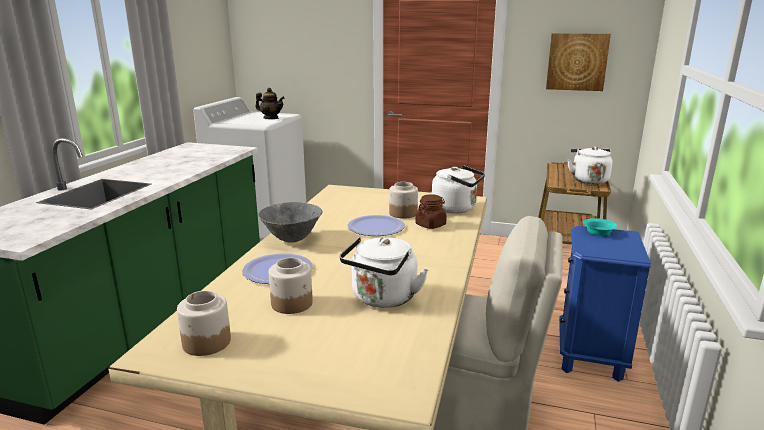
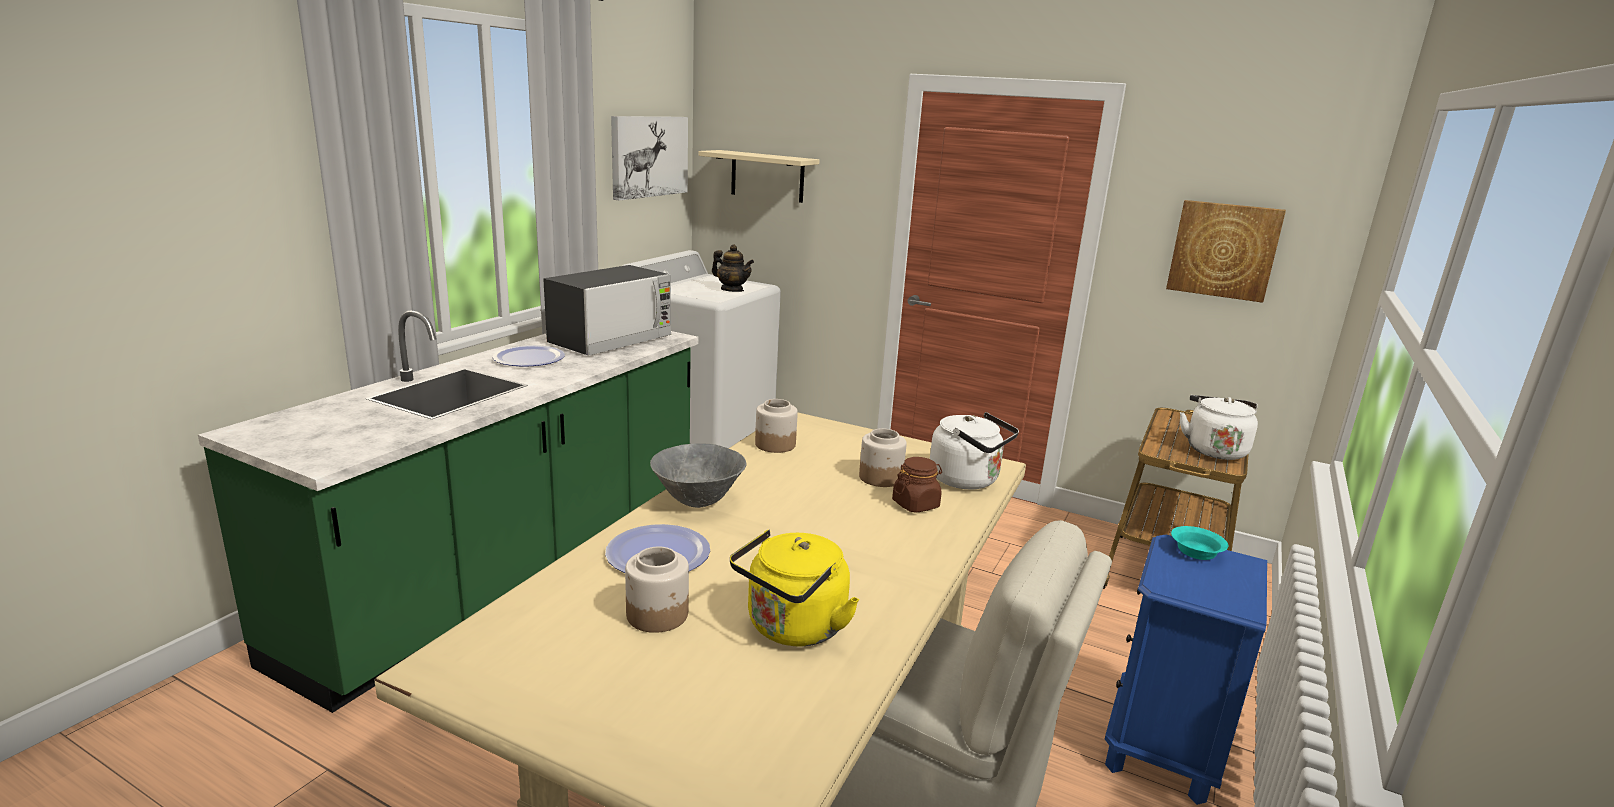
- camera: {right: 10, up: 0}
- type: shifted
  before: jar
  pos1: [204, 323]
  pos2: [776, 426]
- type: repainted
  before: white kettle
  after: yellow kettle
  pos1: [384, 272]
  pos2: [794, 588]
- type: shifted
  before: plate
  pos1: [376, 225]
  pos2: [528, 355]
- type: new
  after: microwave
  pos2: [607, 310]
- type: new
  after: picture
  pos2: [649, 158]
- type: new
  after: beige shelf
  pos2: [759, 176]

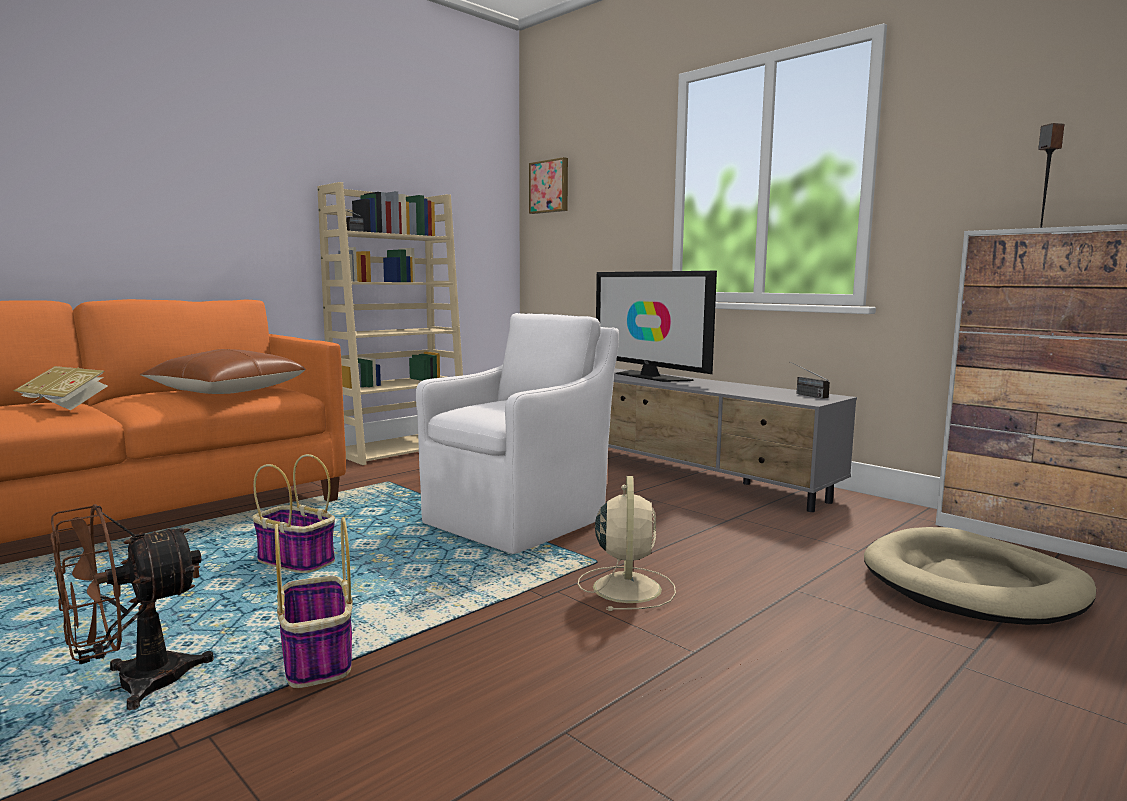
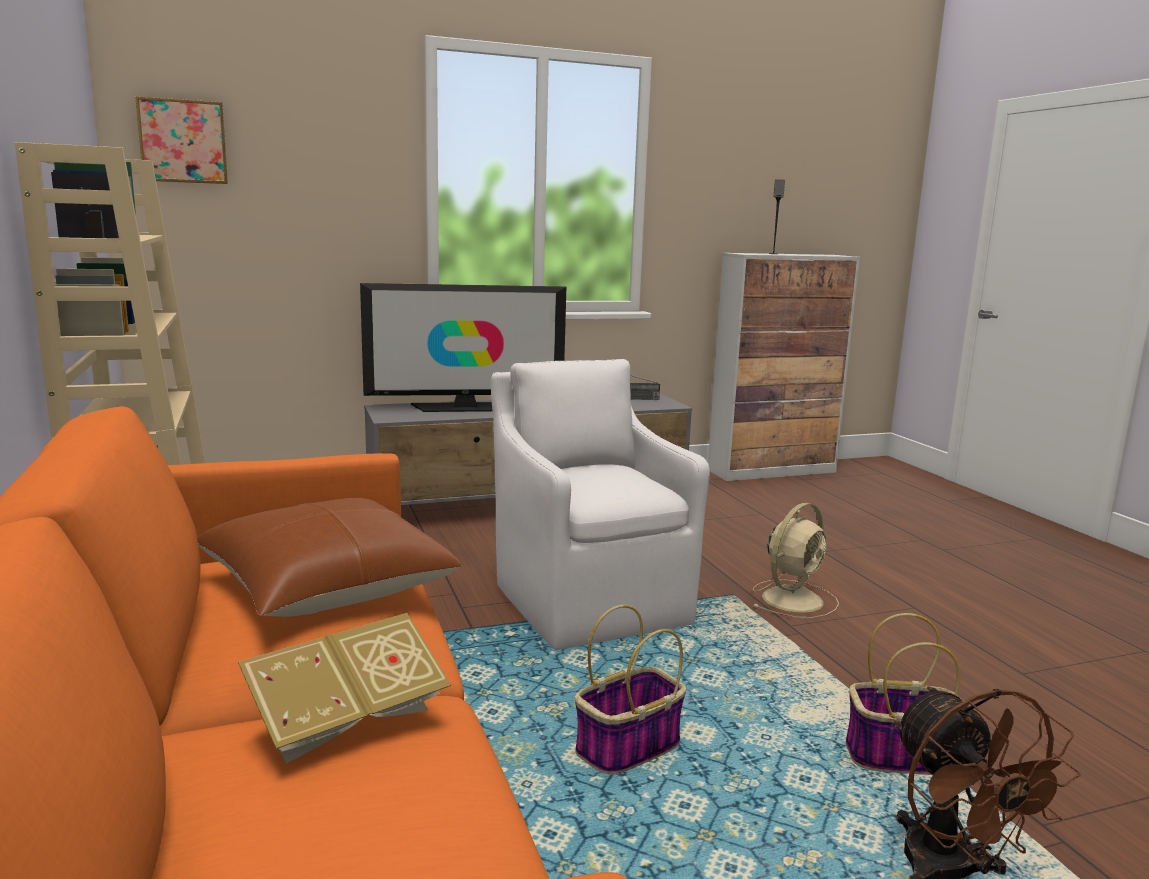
- camera: {right: -65, up: 5}
- type: rotated
  before: beige fan
  pos1: [627, 543]
  pos2: [795, 560]
  turn: 105
- type: gone
  before: beige dog bed
  pos1: [980, 576]

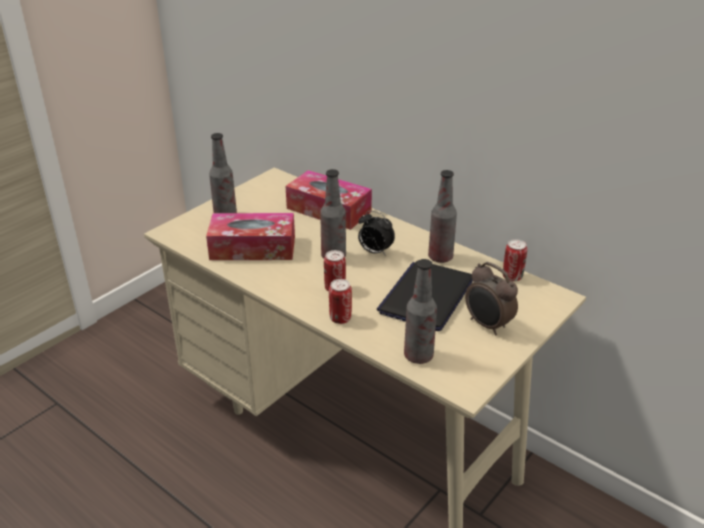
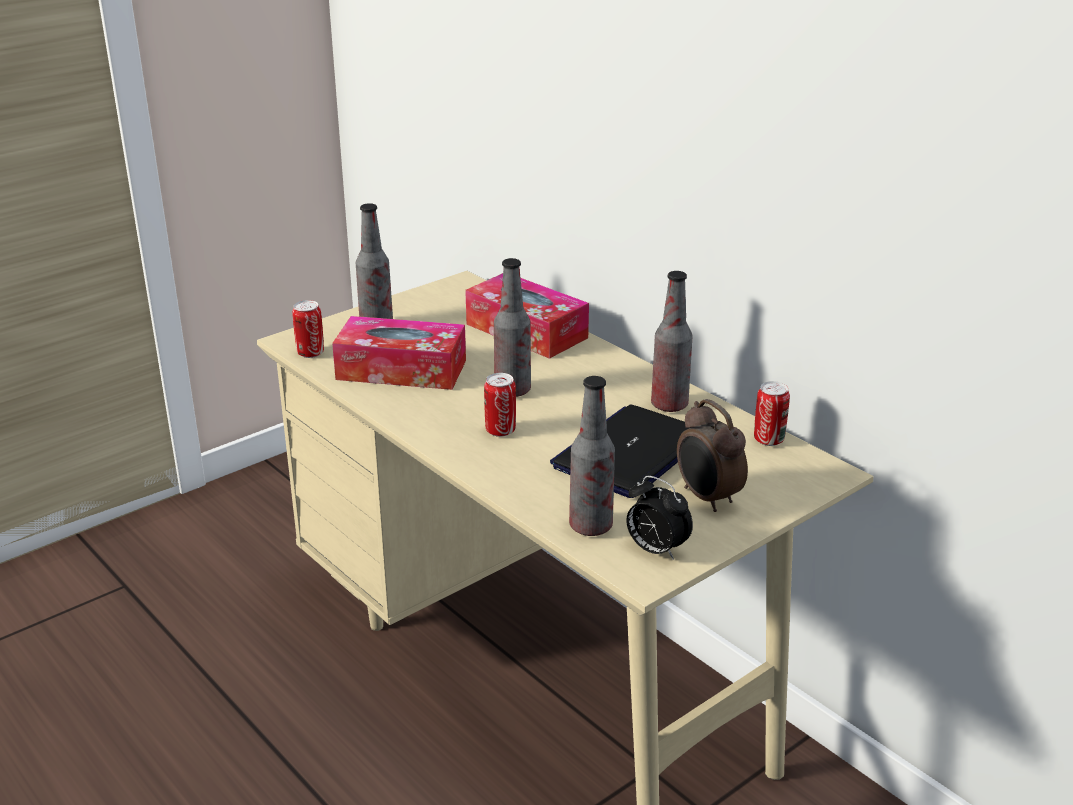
- camera: {right: 10, up: -5}
- type: shifted
  before: can
  pos1: [340, 301]
  pos2: [308, 329]
- type: shifted
  before: alarm clock
  pos1: [376, 233]
  pos2: [660, 518]

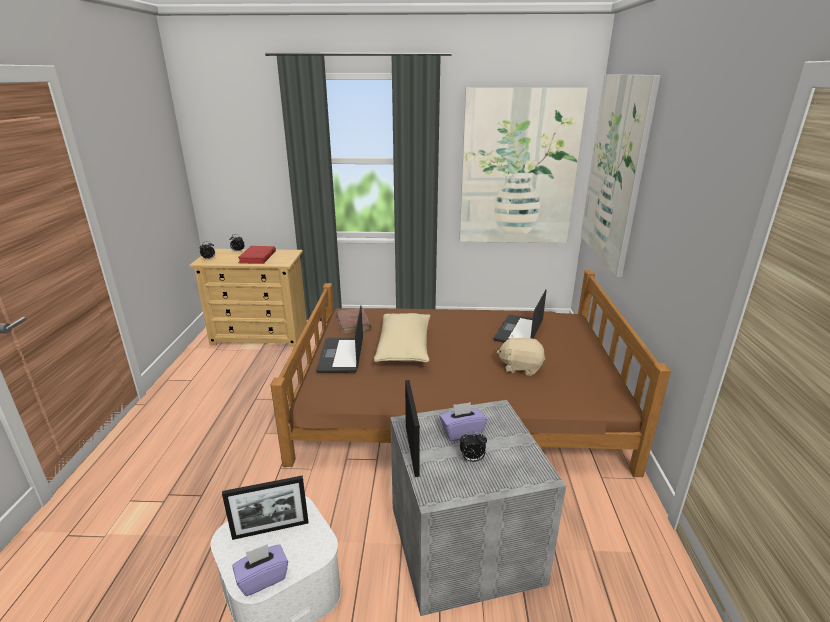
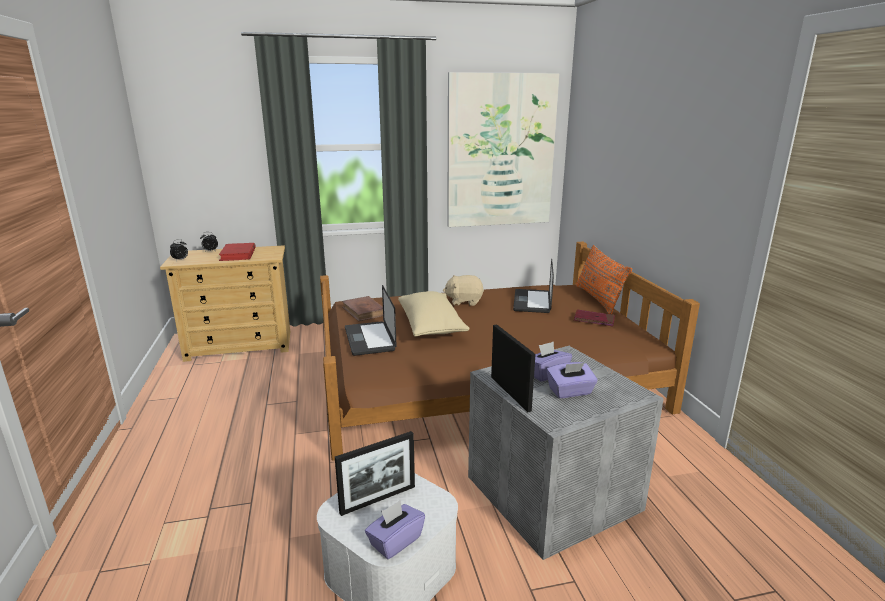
- camera: {right: -15, up: -5}
- type: swapped
  before: alarm clock
  after: purple tissue box
  pos1: [473, 447]
  pos2: [572, 380]
- type: shifted
  before: beige plush toy
  pos1: [521, 355]
  pos2: [463, 290]
- type: gone
  before: picture
  pos1: [621, 176]
- type: new
  after: red book
  pos2: [594, 318]
- type: new
  after: orange pillow
  pos2: [603, 279]

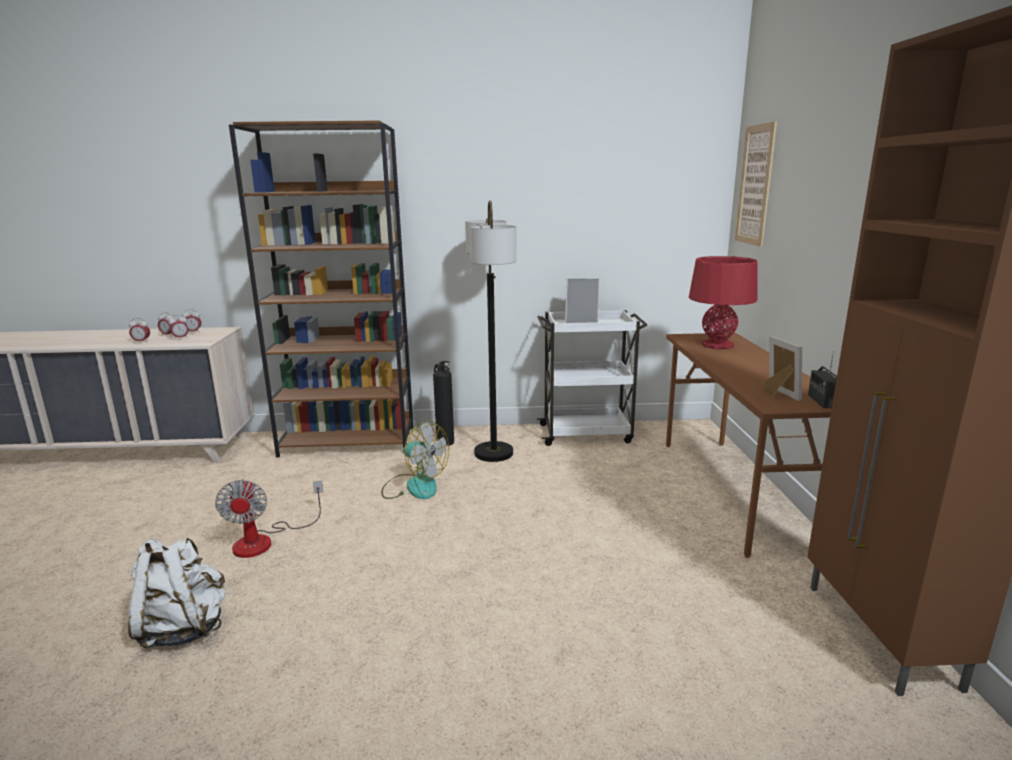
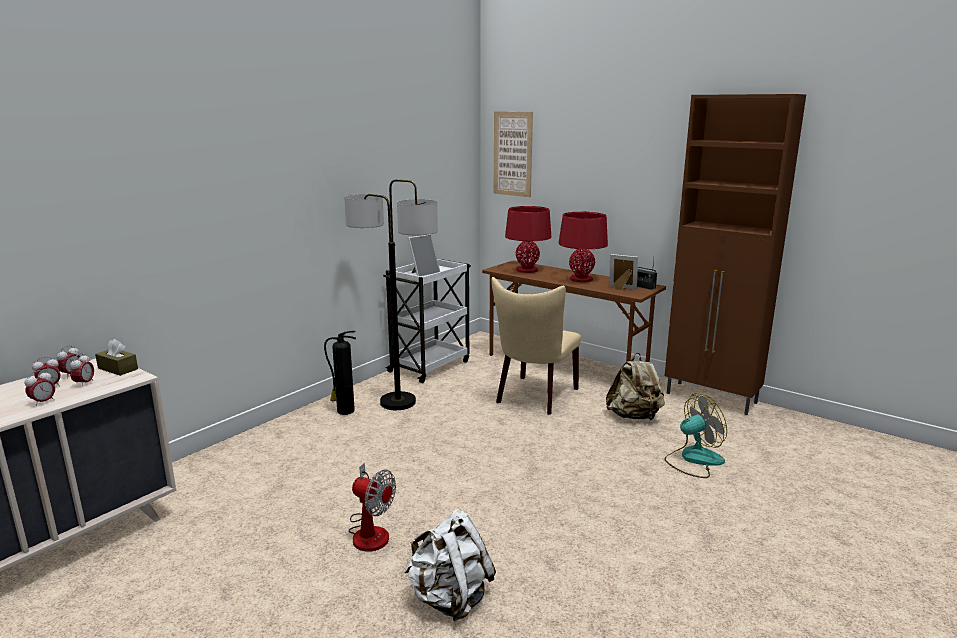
- camera: {right: -50, up: 0}
- type: gone
  before: brown bookcase
  pos1: [321, 288]
- type: shifted
  before: fan
  pos1: [415, 460]
  pos2: [695, 435]
- type: new
  after: brown tissue box
  pos2: [116, 357]
- type: new
  after: beige chair
  pos2: [536, 346]
- type: new
  after: red table lamp
  pos2: [583, 247]
- type: new
  after: beige backpack
  pos2: [635, 386]

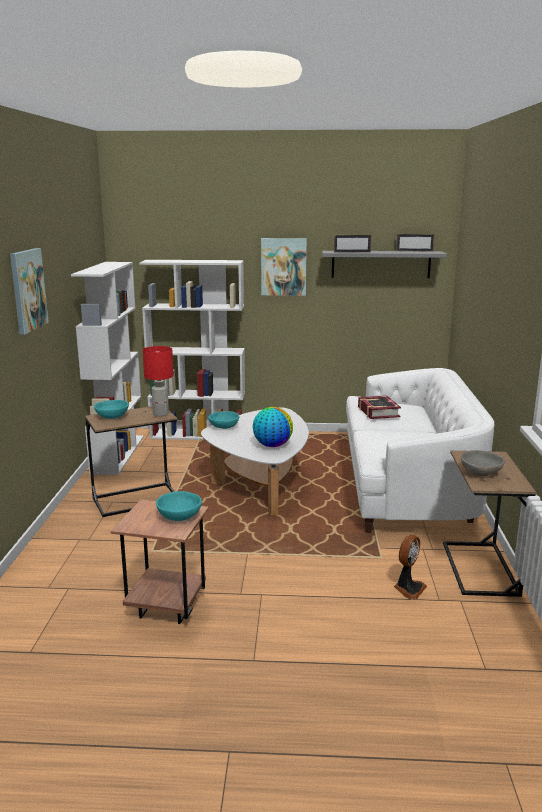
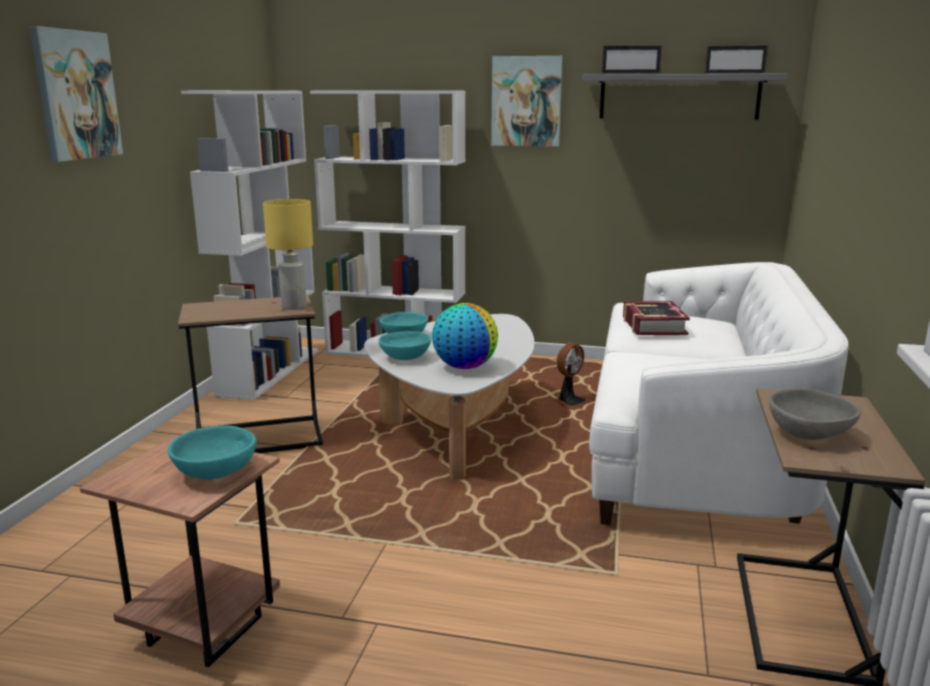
- camera: {right: 10, up: 0}
- type: shifted
  before: turquoise bowl
  pos1: [111, 409]
  pos2: [405, 345]
- type: repainted
  before: red table lamp
  after: yellow table lamp
  pos1: [158, 381]
  pos2: [288, 254]
- type: shifted
  before: fan
  pos1: [410, 567]
  pos2: [572, 376]

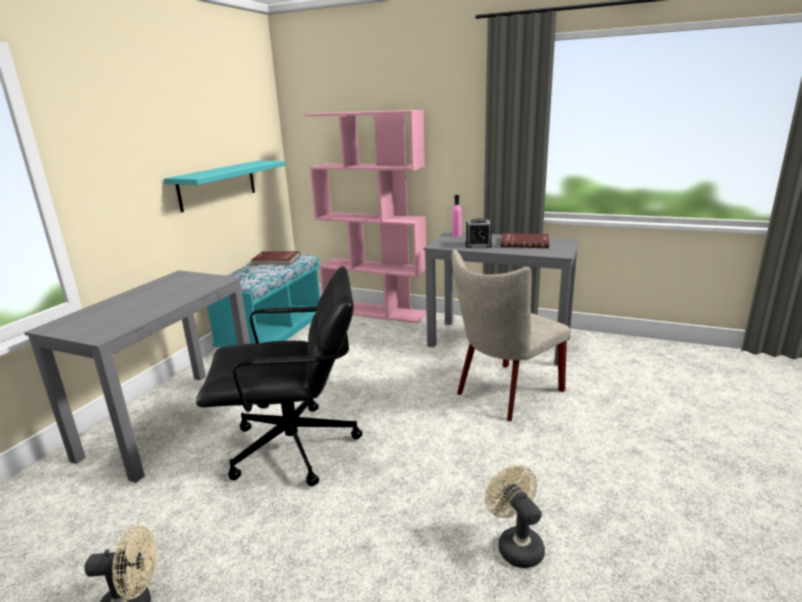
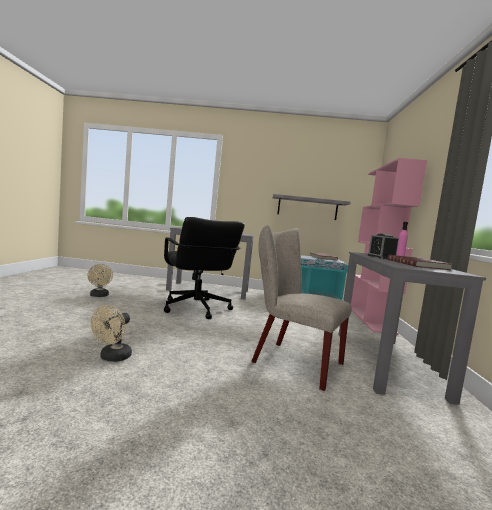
- camera: {right: 70, up: -15}
- type: repainted
  before: turquoise shelf
  after: grey shelf
  pos1: [225, 187]
  pos2: [312, 207]
- type: rotated
  before: beige fan
  pos1: [515, 516]
  pos2: [111, 333]
  turn: 150

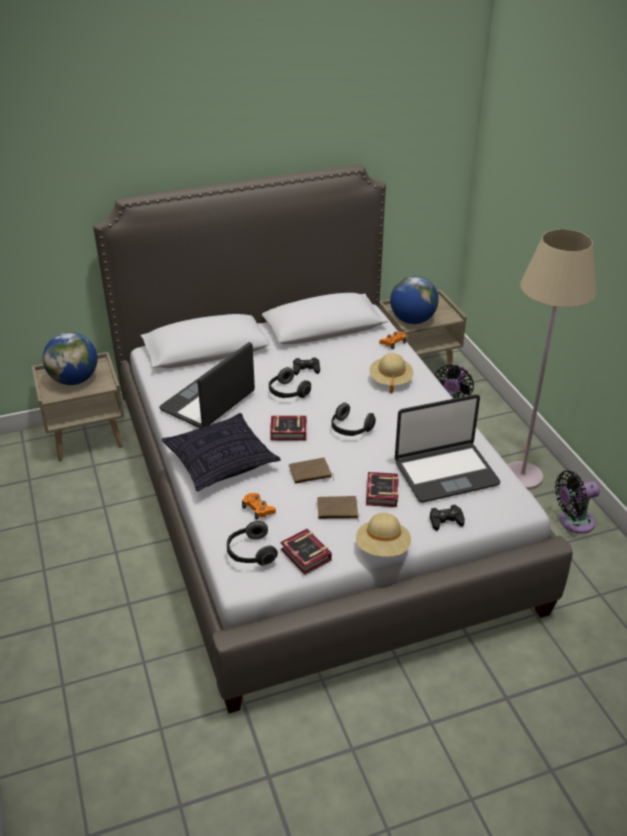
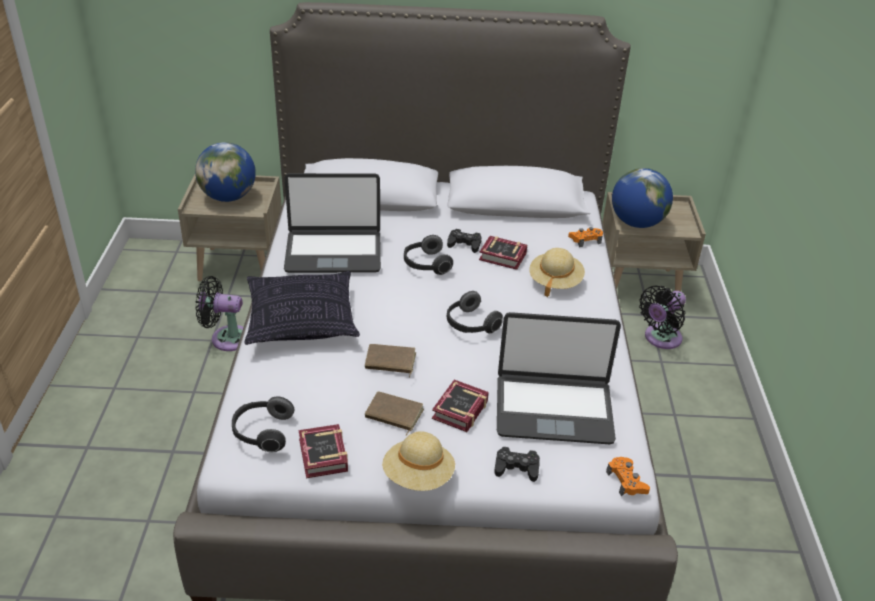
- camera: {right: 20, up: 0}
- type: rotated
  before: laptop
  pos1: [207, 385]
  pos2: [332, 223]
  turn: -150
- type: shifted
  before: orange game controller
  pos1: [259, 506]
  pos2: [628, 476]
- type: shifted
  before: book
  pos1: [288, 427]
  pos2: [503, 253]
- type: gone
  before: beige floor lamp
  pos1: [552, 359]
- type: shifted
  before: black fan
  pos1: [577, 502]
  pos2: [219, 313]

